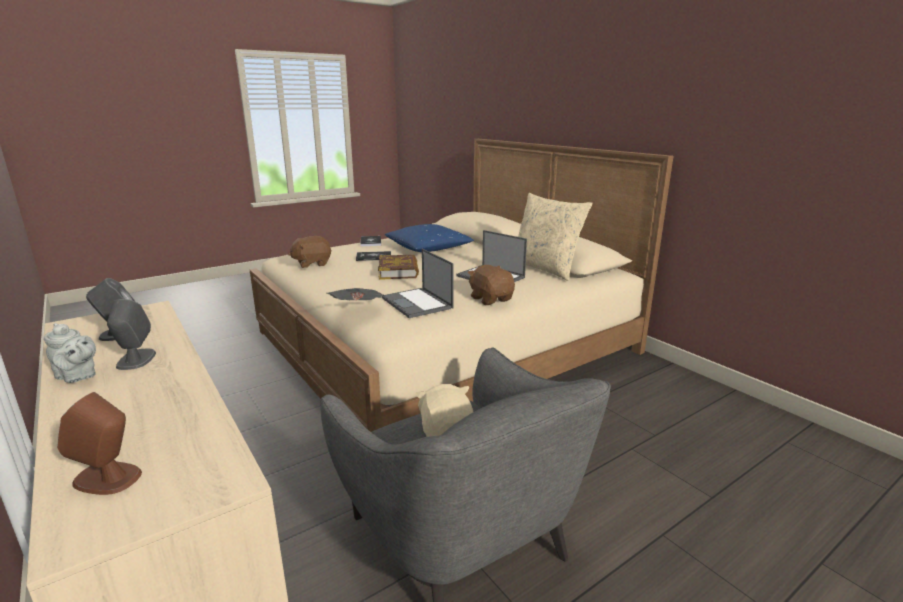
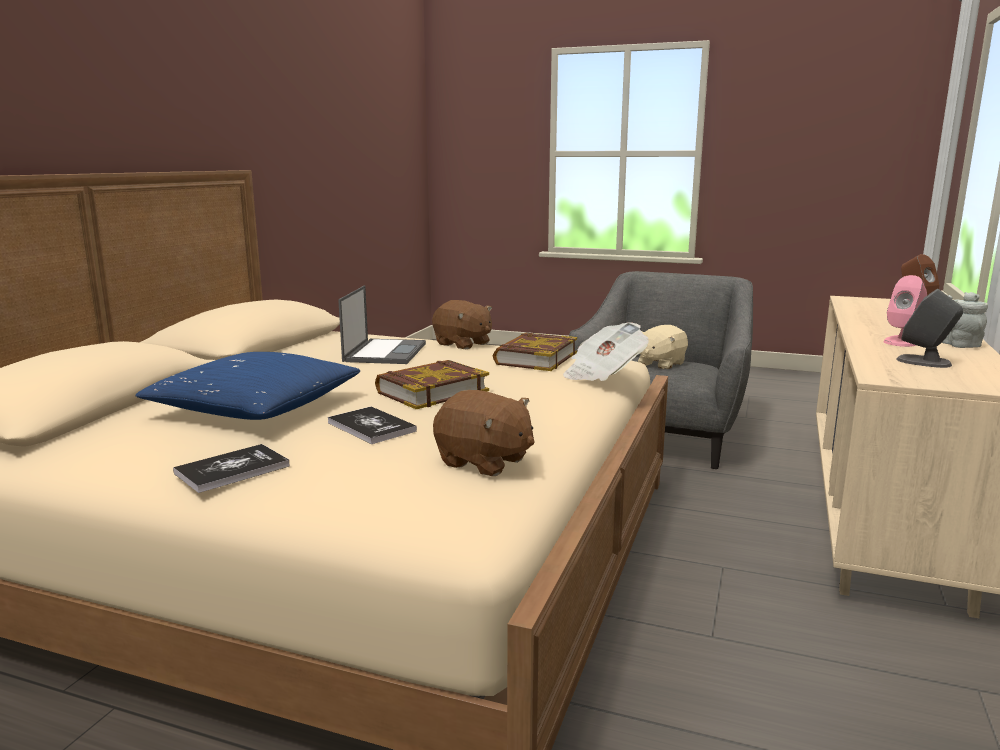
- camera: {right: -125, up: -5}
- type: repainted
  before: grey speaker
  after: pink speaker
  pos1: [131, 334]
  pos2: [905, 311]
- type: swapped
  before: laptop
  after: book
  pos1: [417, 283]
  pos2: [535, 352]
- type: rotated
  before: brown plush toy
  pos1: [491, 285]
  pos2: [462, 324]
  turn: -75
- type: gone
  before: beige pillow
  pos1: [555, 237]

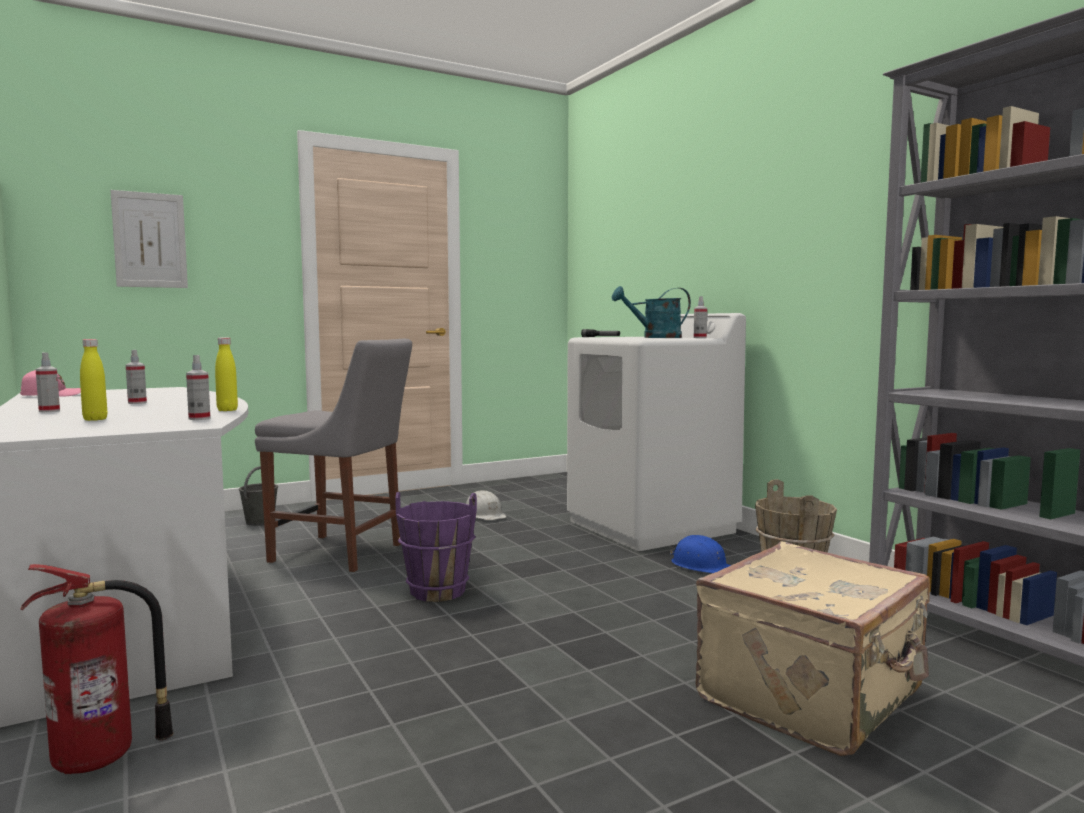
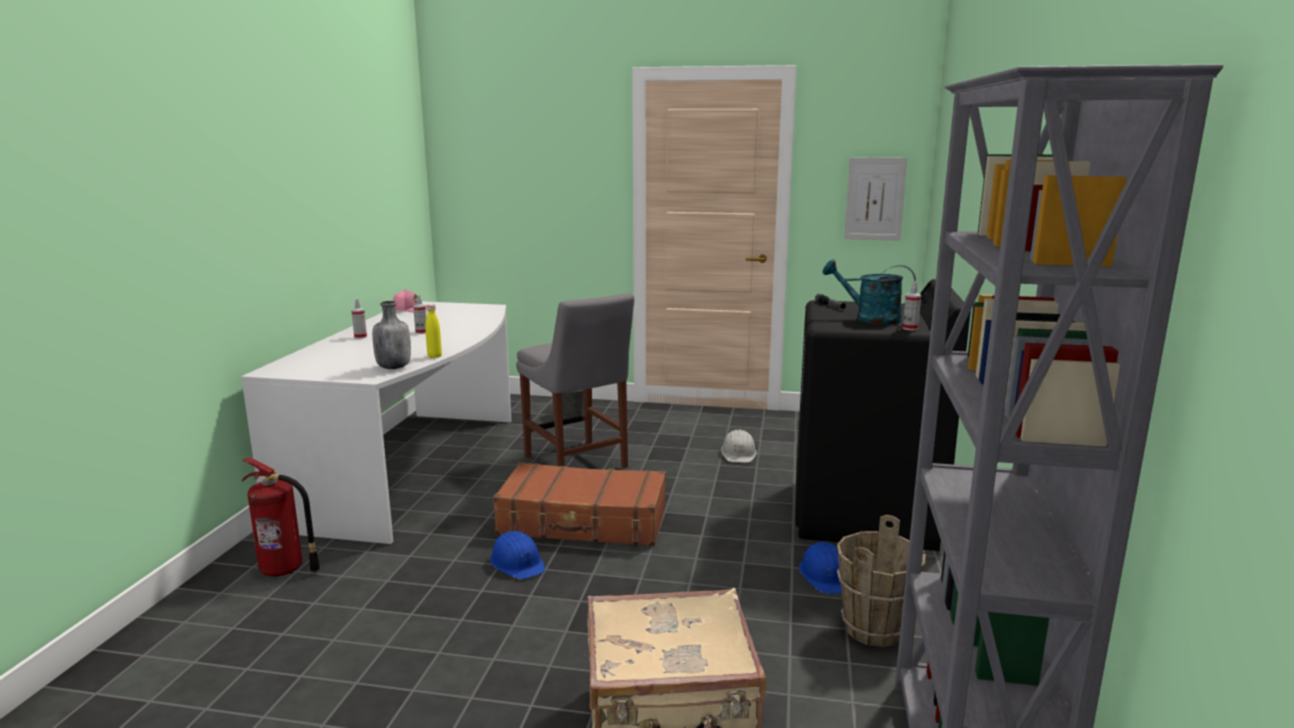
- camera: {right: 40, up: 10}
- type: gone
  before: yellow bottle
  pos1: [93, 380]
- type: shifted
  before: picture
  pos1: [149, 239]
  pos2: [875, 199]
- type: swapped
  before: spray bottle
  after: grey bottle
  pos1: [198, 387]
  pos2: [391, 335]
- type: swapped
  before: purple bucket
  after: brown suitcase
  pos1: [436, 547]
  pos2: [579, 504]
- type: repainted
  before: white washing machine
  after: black washing machine
  pos1: [656, 432]
  pos2: [883, 415]
- type: new
  after: blue hard hat
  pos2: [517, 555]

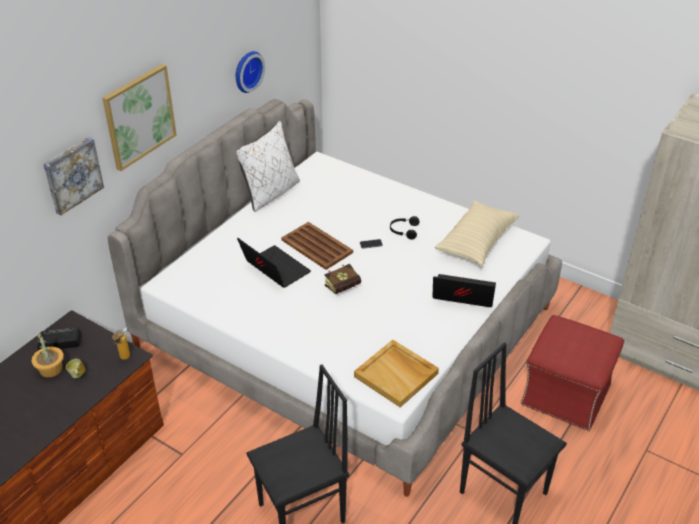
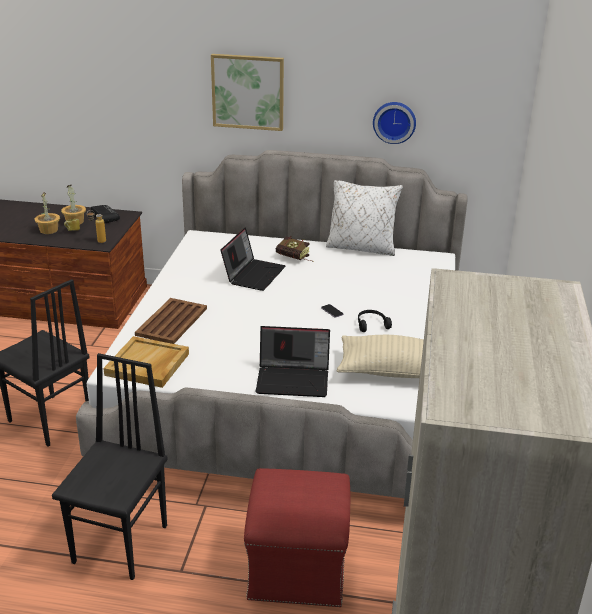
- camera: {right: 65, up: -10}
- type: gone
  before: picture
  pos1: [73, 176]
- type: shifted
  before: brown tray
  pos1: [317, 246]
  pos2: [171, 321]
- type: shifted
  before: book
  pos1: [343, 279]
  pos2: [295, 249]
- type: rotated
  before: laptop
  pos1: [464, 290]
  pos2: [293, 361]
  turn: 105
- type: new
  after: potted plant
  pos2: [47, 213]

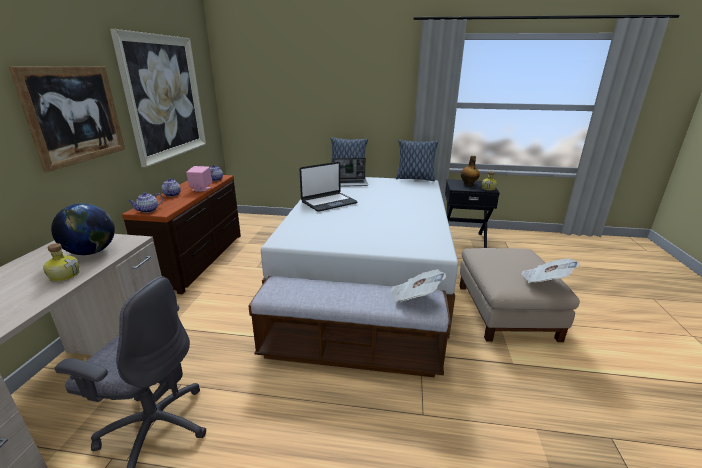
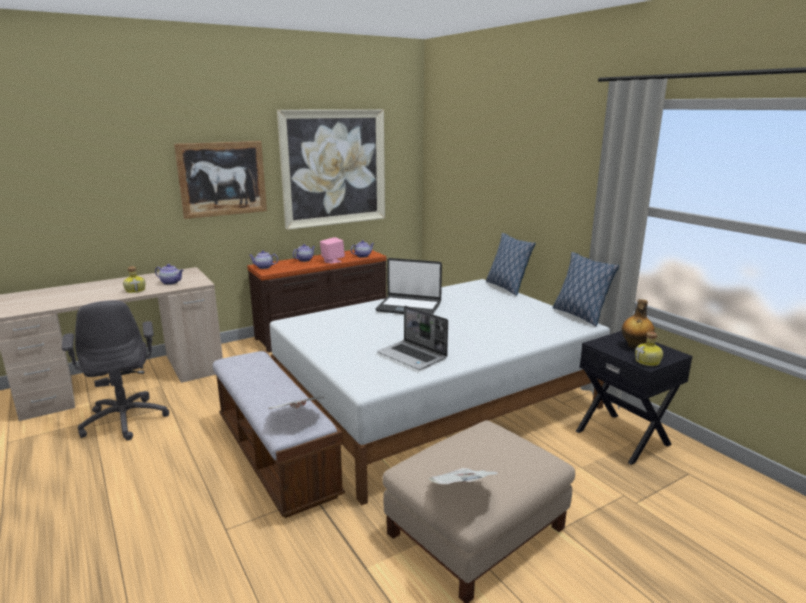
- camera: {right: 50, up: -5}
- type: swapped
  before: globe
  after: teapot
  pos1: [83, 229]
  pos2: [169, 274]
- type: shifted
  before: laptop
  pos1: [350, 172]
  pos2: [412, 338]

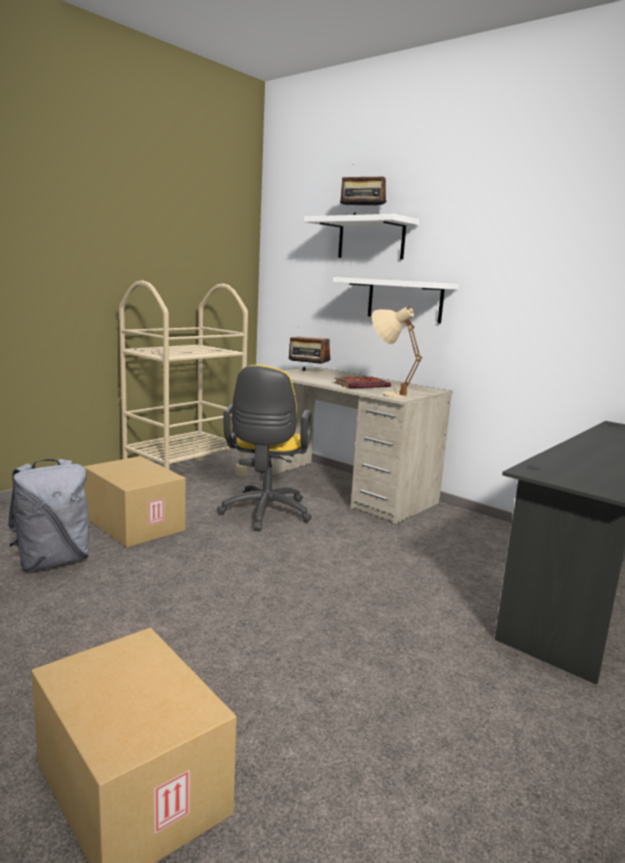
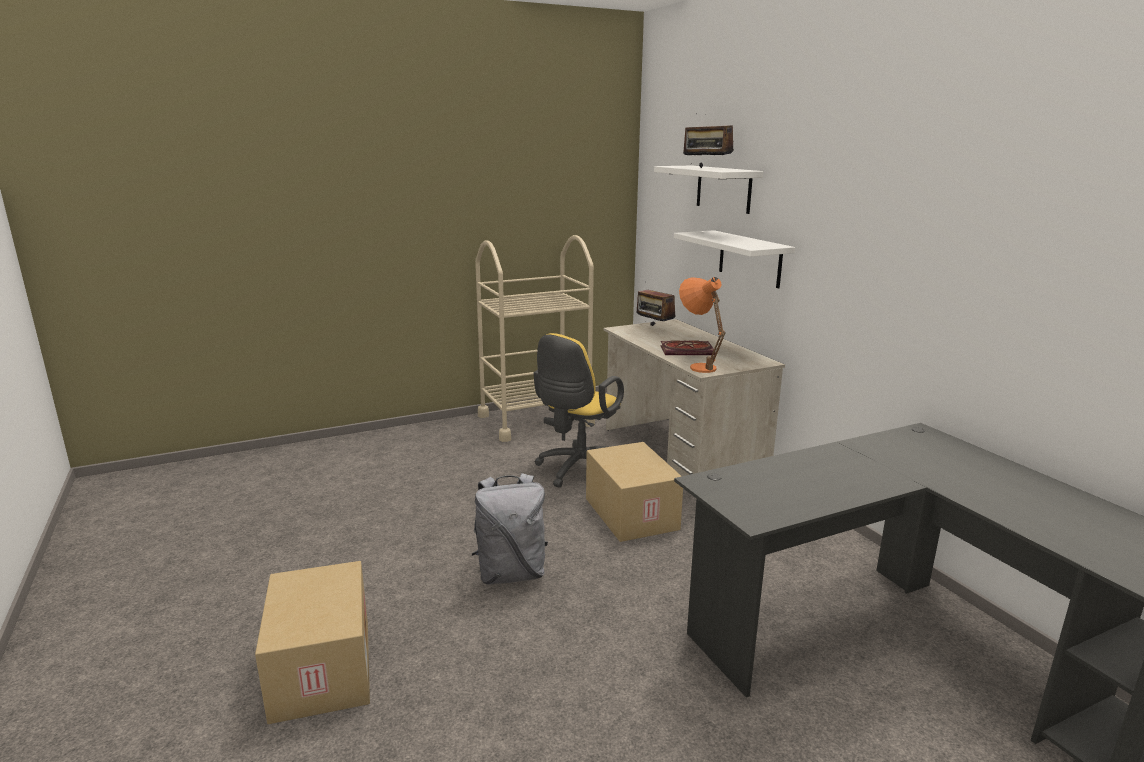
- camera: {right: 25, up: 5}
- type: shifted
  before: grey backpack
  pos1: [48, 515]
  pos2: [510, 529]
- type: shifted
  before: cardboard box
  pos1: [134, 501]
  pos2: [634, 492]
- type: repainted
  before: beige table lamp
  after: orange table lamp
  pos1: [397, 352]
  pos2: [702, 325]

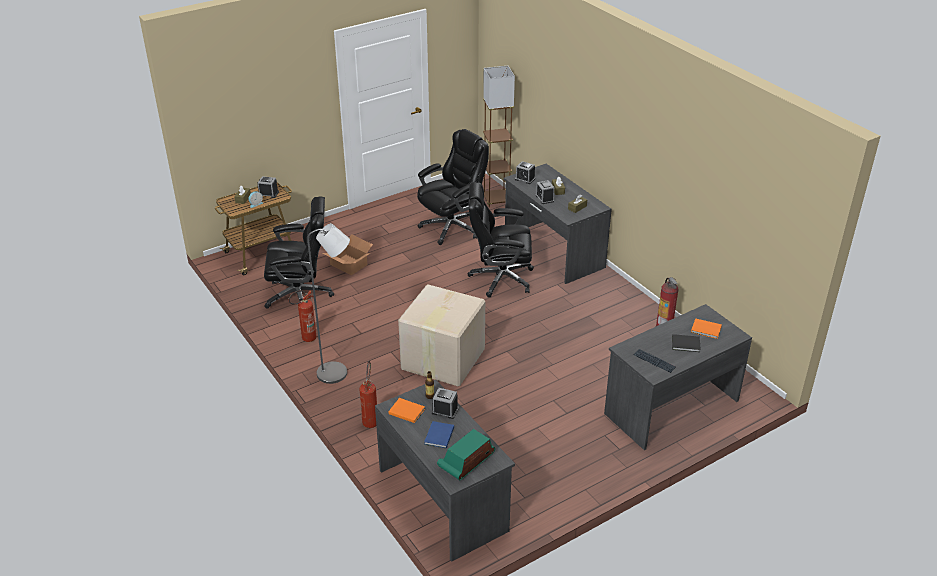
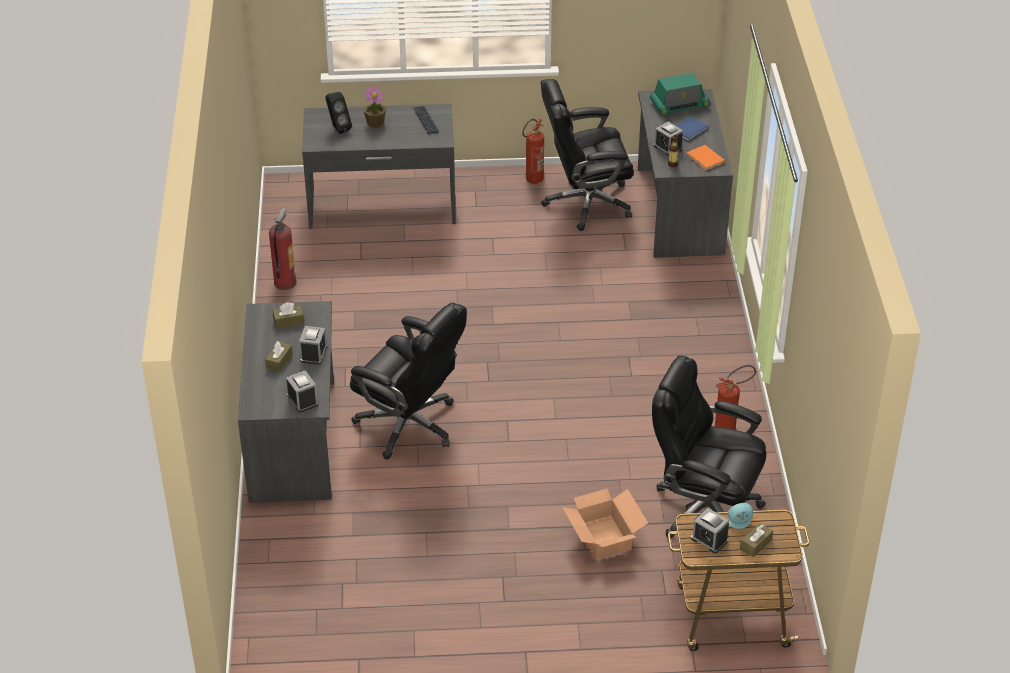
- camera: {right: -150, up: 5}
- type: gone
  before: grey floor lamp
  pos1: [328, 303]
- type: shifted
  before: fire extinguisher
  pos1: [368, 394]
  pos2: [533, 151]
- type: gone
  before: cardboard box
  pos1: [441, 335]
- type: shifted
  before: black office chair
  pos1: [453, 187]
  pos2: [587, 155]
- type: gone
  before: brown floor lamp
  pos1: [499, 136]
- type: swapped
  before: black book
  after: potted plant
  pos1: [686, 343]
  pos2: [375, 106]
- type: swapped
  before: orange book
  after: black speaker
  pos1: [706, 328]
  pos2: [338, 113]

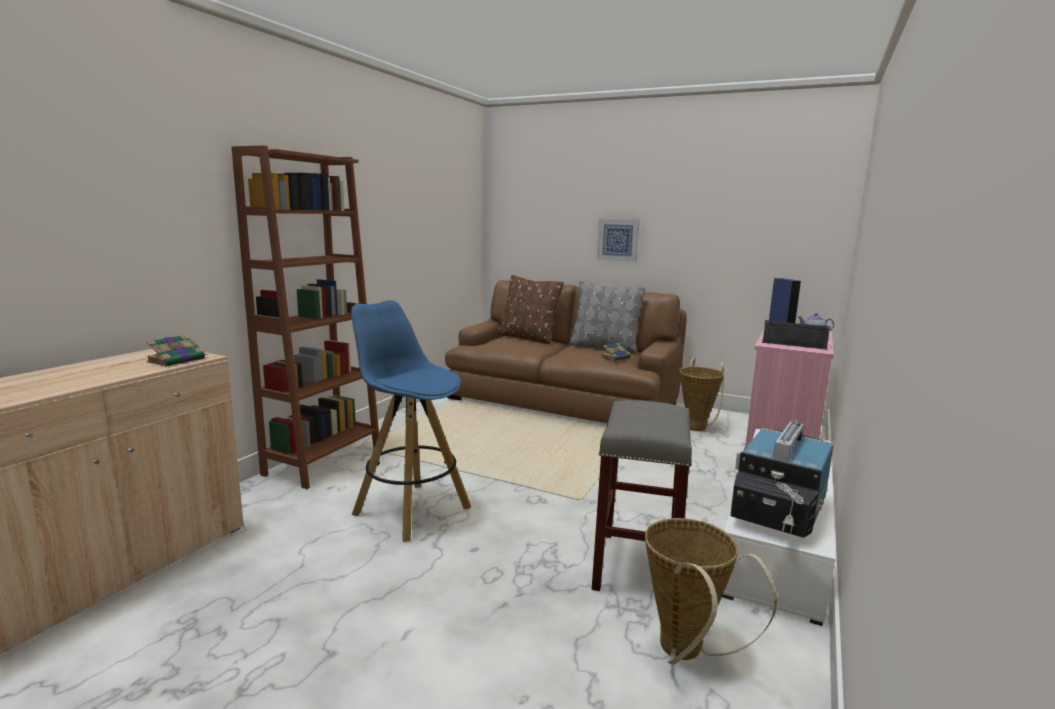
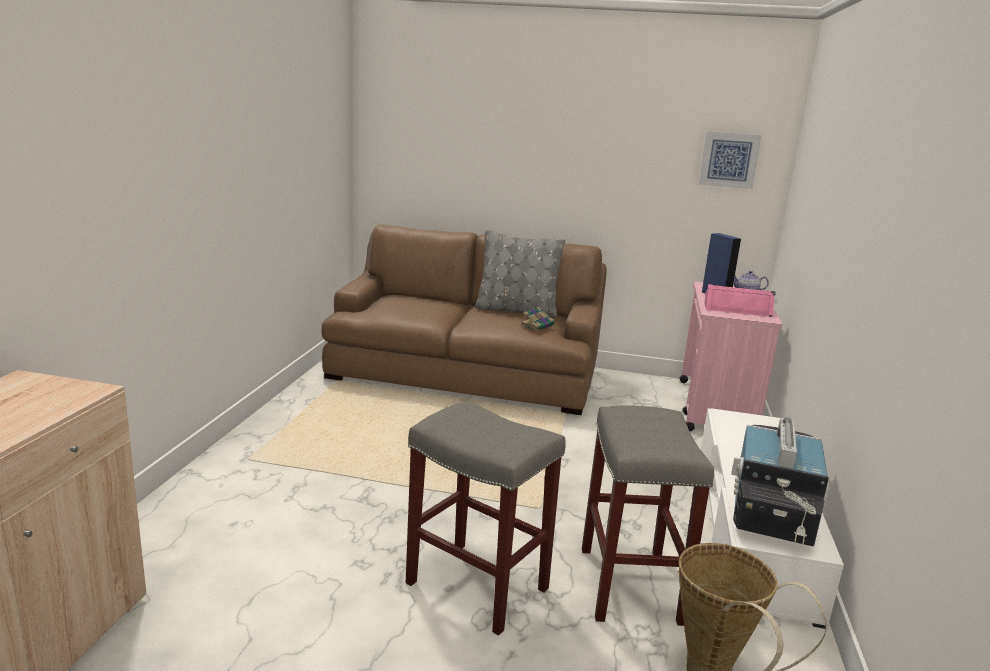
- camera: {right: -15, up: 5}
- type: gone
  before: book
  pos1: [177, 350]
- type: gone
  before: brown bookcase
  pos1: [305, 317]
- type: gone
  before: blue stool
  pos1: [411, 421]
- type: gone
  before: brown pillow
  pos1: [530, 309]
- type: shifted
  before: picture
  pos1: [618, 240]
  pos2: [730, 160]
- type: gone
  before: basket
  pos1: [701, 394]
- type: repainted
  before: black speaker
  after: pink speaker
  pos1: [796, 335]
  pos2: [740, 300]
- type: new
  after: grey stool
  pos2: [486, 518]

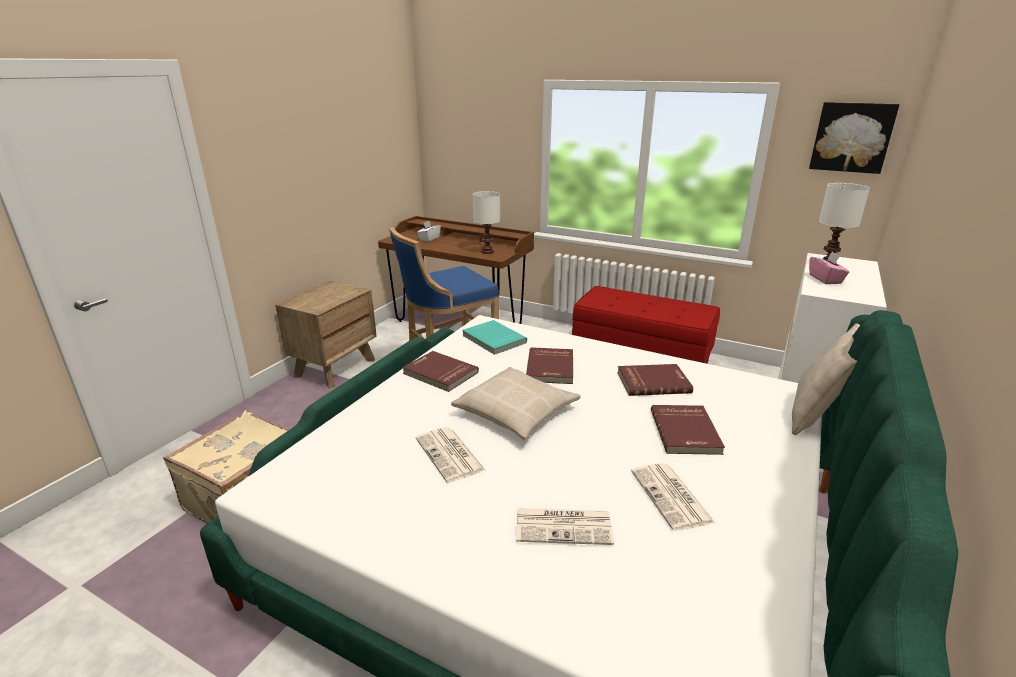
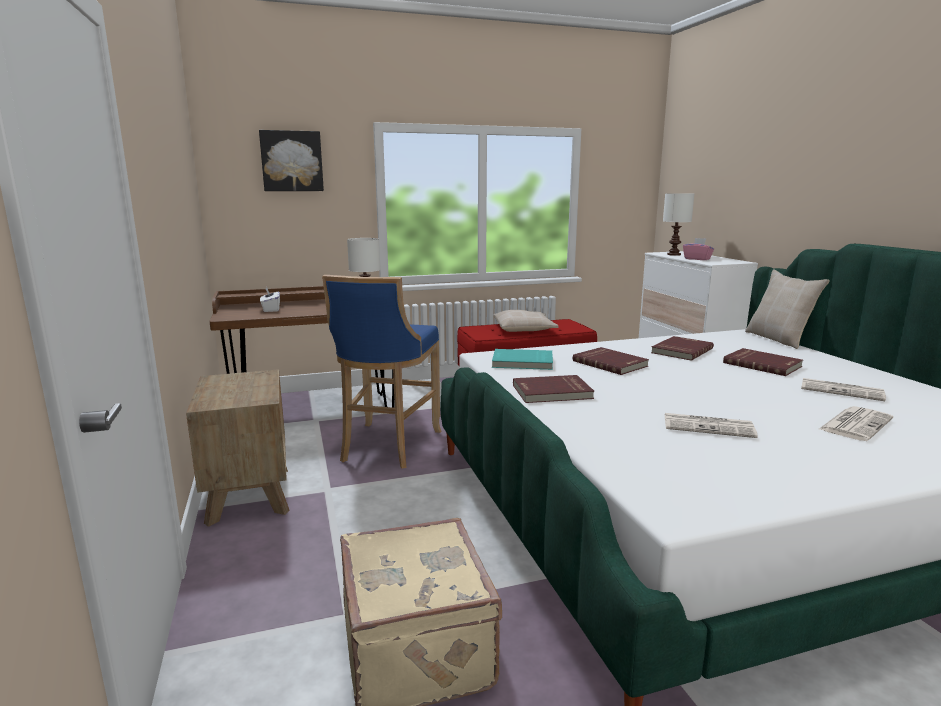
- camera: {right: -45, up: -10}
- type: shifted
  before: beige pillow
  pos1: [515, 404]
  pos2: [526, 321]
- type: shifted
  before: picture
  pos1: [854, 138]
  pos2: [291, 160]

